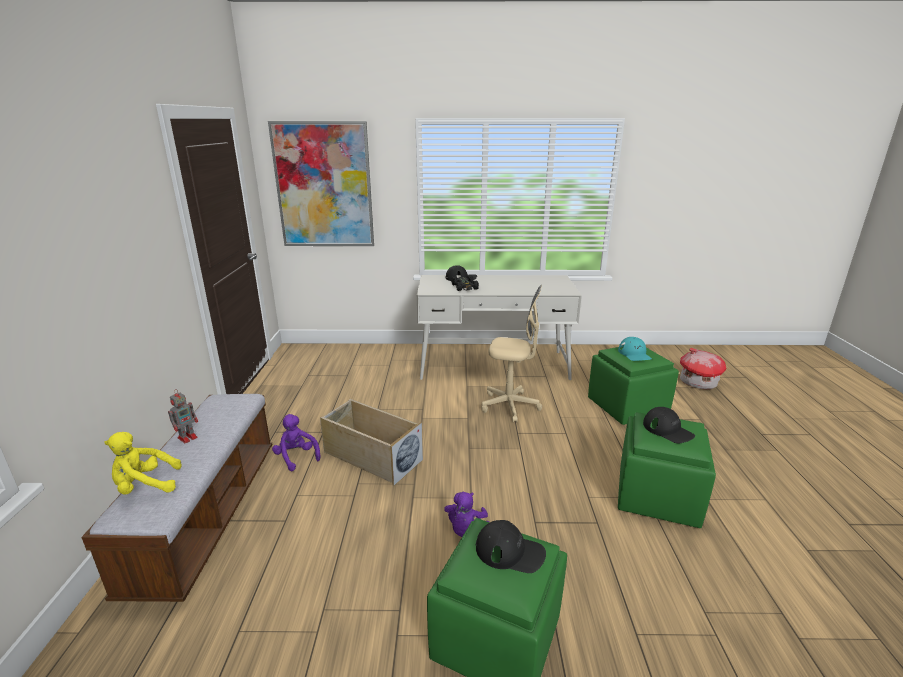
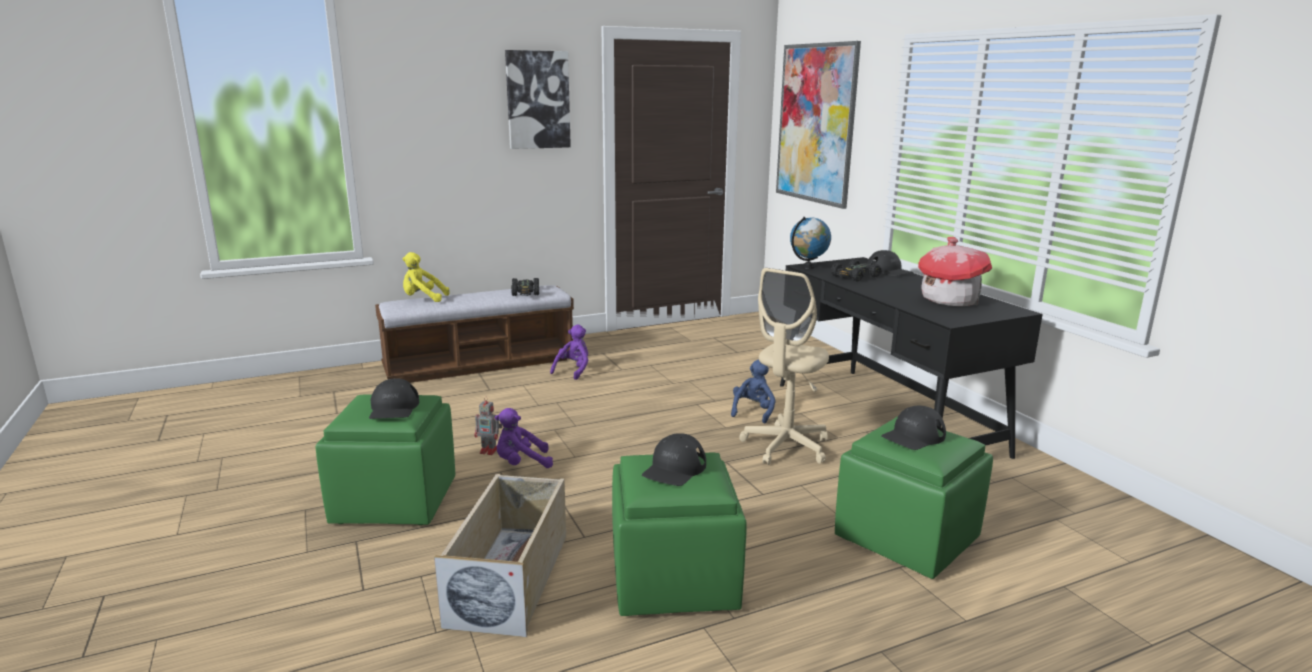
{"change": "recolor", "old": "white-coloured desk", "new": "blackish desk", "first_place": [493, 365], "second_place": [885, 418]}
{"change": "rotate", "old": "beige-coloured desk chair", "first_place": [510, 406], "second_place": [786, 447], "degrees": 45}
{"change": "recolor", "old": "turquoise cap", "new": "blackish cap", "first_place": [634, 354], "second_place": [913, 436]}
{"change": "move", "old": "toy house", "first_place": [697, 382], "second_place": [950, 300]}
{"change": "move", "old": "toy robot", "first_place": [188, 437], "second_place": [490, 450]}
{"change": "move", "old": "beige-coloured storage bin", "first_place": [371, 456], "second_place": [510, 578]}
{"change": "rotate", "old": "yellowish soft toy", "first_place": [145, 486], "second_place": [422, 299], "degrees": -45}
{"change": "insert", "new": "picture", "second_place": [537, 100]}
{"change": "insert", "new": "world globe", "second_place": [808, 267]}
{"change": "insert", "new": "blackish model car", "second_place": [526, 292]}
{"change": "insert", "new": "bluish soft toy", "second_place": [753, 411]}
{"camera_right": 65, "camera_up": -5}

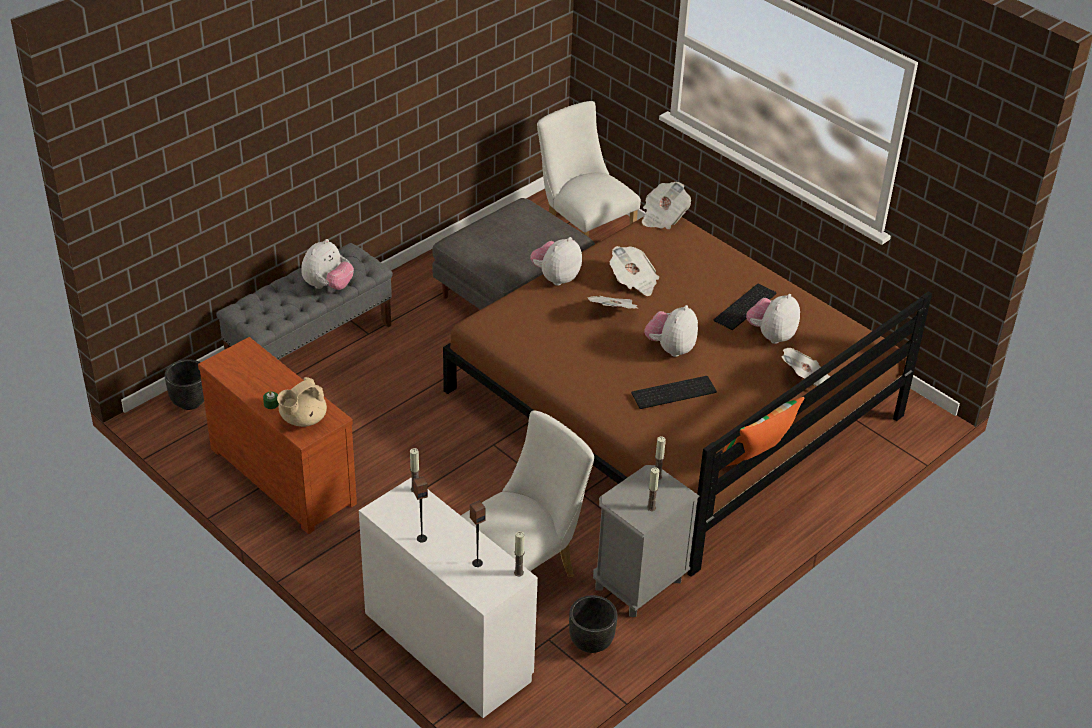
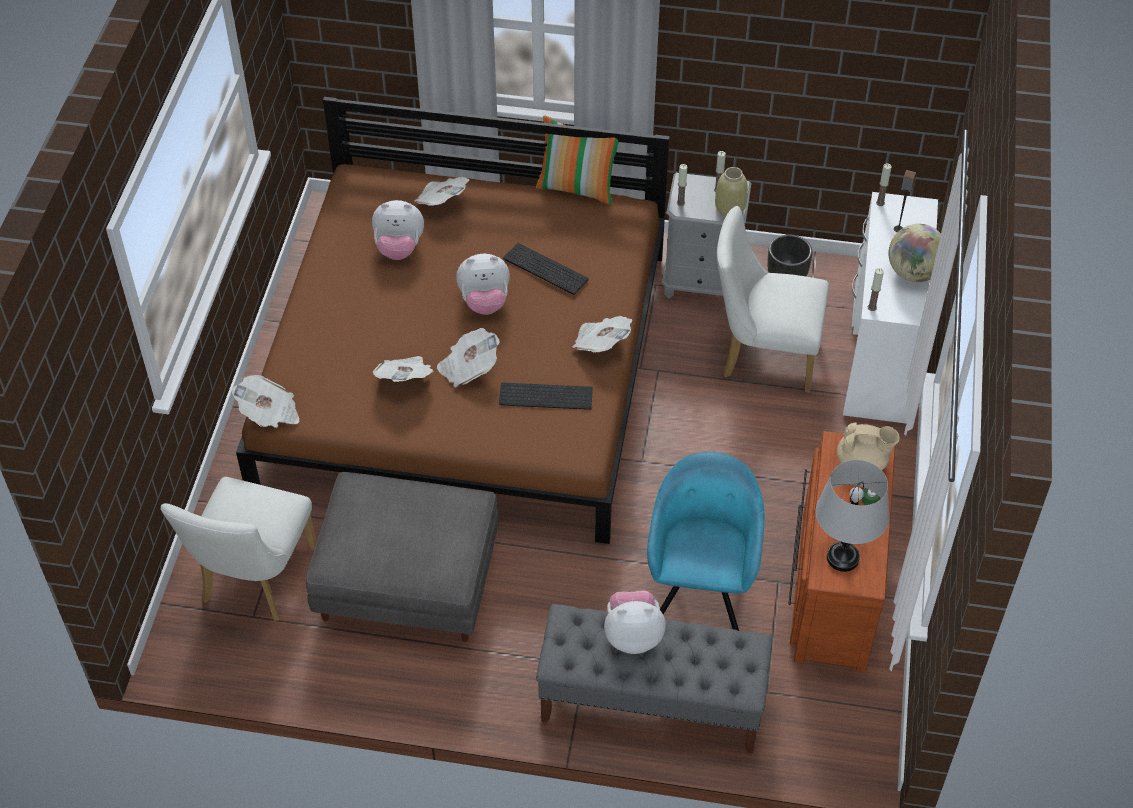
{"change": "delete", "old": "soft toy", "first_place": [556, 277]}
{"change": "move", "old": "keyboard", "first_place": [746, 308], "second_place": [547, 395]}
{"change": "delete", "old": "blackish flower pot", "first_place": [189, 402]}
{"change": "replace", "old": "loudspeaker", "new": "world globe", "first_place": [421, 538], "second_place": [913, 273]}
{"change": "insert", "new": "beige-coloured vase", "second_place": [729, 209]}
{"change": "insert", "new": "daily paper", "second_place": [601, 344]}
{"change": "insert", "new": "turquoise armchair", "second_place": [700, 589]}
{"change": "insert", "new": "gray table lamp", "second_place": [842, 558]}
{"camera_right": -125, "camera_up": 10}

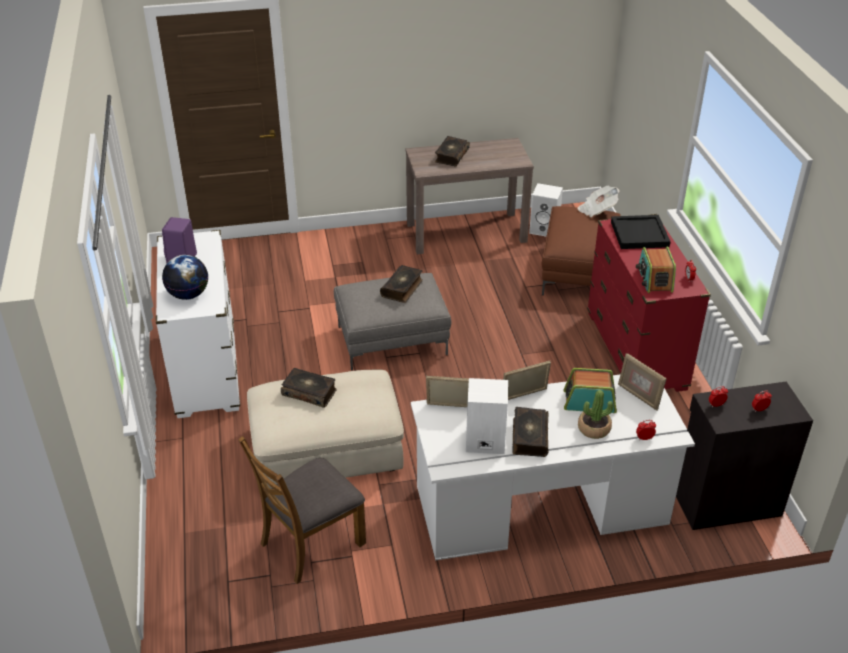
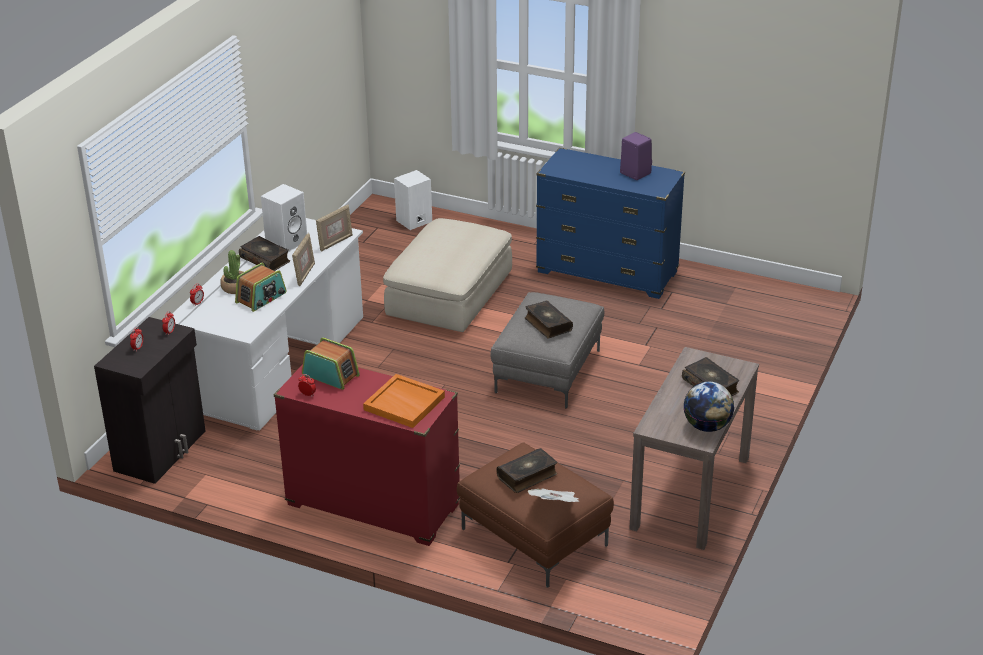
{"change": "move", "old": "white-coloured loudspeaker", "first_place": [545, 229], "second_place": [414, 221]}
{"change": "recolor", "old": "blackish carrying tray", "new": "orangey carrying tray", "first_place": [639, 234], "second_place": [405, 403]}
{"change": "recolor", "old": "white-coloured chest of drawers", "new": "bluish chest of drawers", "first_place": [206, 369], "second_place": [607, 272]}
{"change": "move", "old": "world globe", "first_place": [188, 295], "second_place": [707, 426]}
{"change": "delete", "old": "picture frame", "first_place": [639, 396]}
{"change": "move", "old": "volume", "first_place": [309, 392], "second_place": [527, 476]}
{"change": "delete", "old": "brown-coloured plain chair", "first_place": [311, 543]}
{"camera_right": 125, "camera_up": -5}

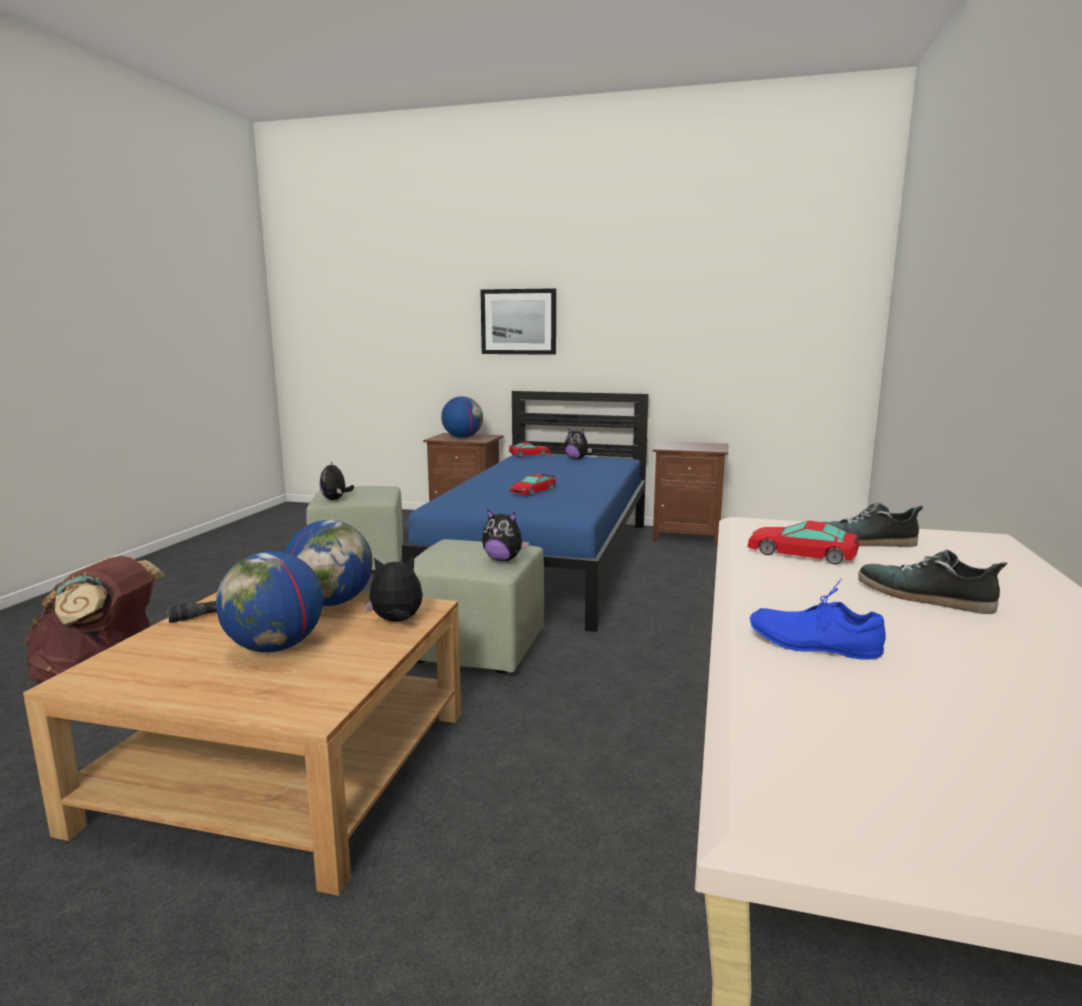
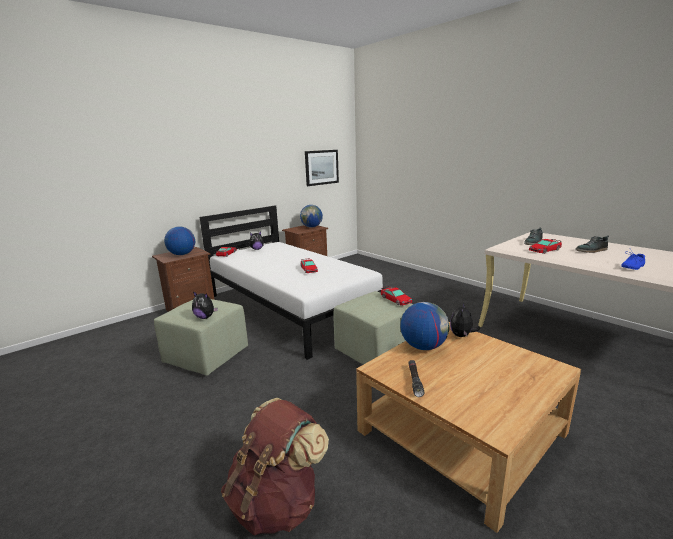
{"change": "move", "old": "picture", "first_place": [518, 322], "second_place": [321, 167]}
{"change": "recolor", "old": "bluish bed", "new": "white-coloured bed", "first_place": [546, 561], "second_place": [291, 308]}
{"change": "replace", "old": "soft toy", "new": "model car", "first_place": [503, 559], "second_place": [395, 300]}
{"change": "move", "old": "world globe", "first_place": [275, 647], "second_place": [312, 227]}
{"camera_right": -55, "camera_up": 5}

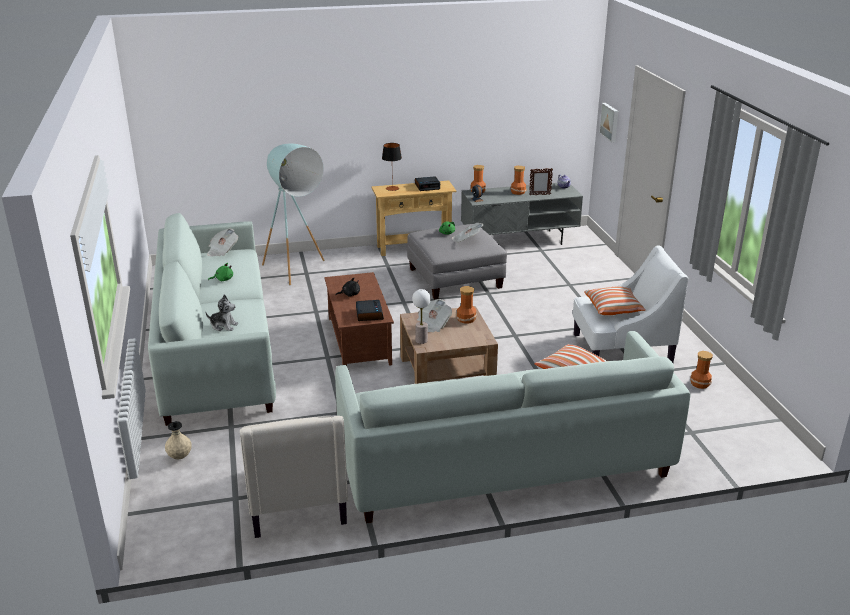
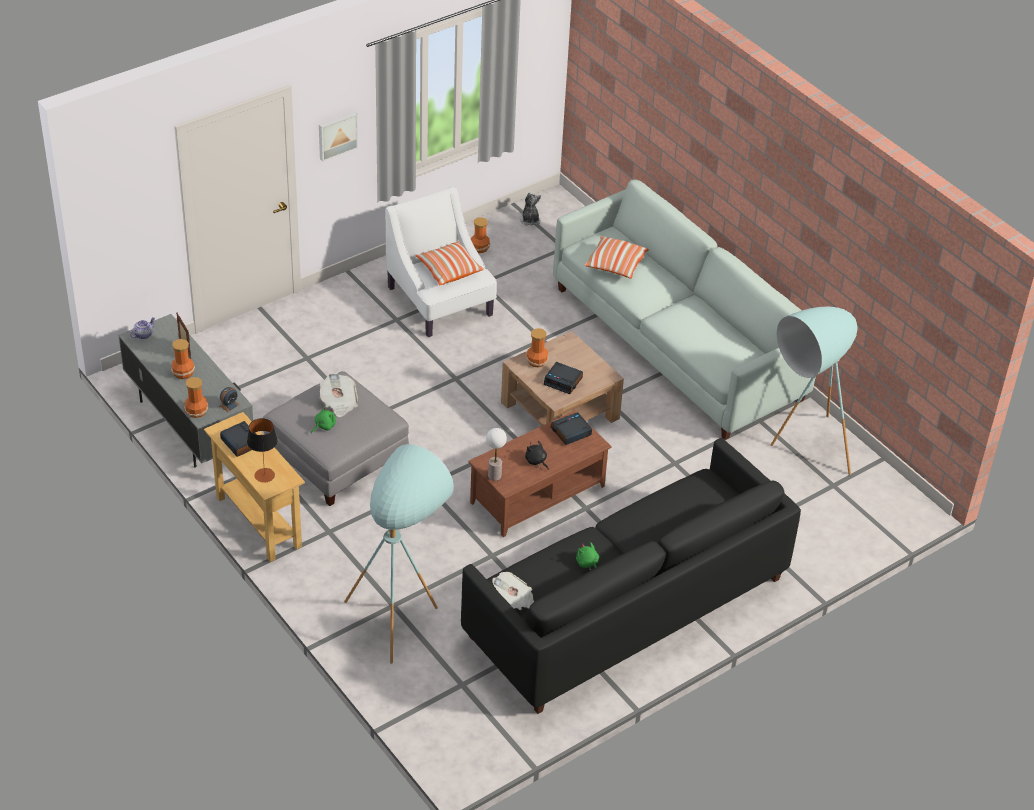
{"change": "move", "old": "picture", "first_place": [610, 122], "second_place": [337, 135]}
{"change": "recolor", "old": "white-coloured settee", "new": "blackish settee", "first_place": [216, 349], "second_place": [627, 607]}
{"change": "move", "old": "table lamp", "first_place": [421, 340], "second_place": [494, 476]}
{"change": "move", "old": "soft toy", "first_place": [223, 326], "second_place": [530, 220]}
{"change": "replace", "old": "daily paper", "new": "alarm clock", "first_place": [432, 325], "second_place": [563, 381]}
{"change": "replace", "old": "beige-coloured armchair", "new": "turquoise standard lamp", "first_place": [296, 495], "second_place": [803, 451]}
{"change": "delete", "old": "beige-coloured vase", "first_place": [180, 457]}
{"camera_right": -115, "camera_up": 15}

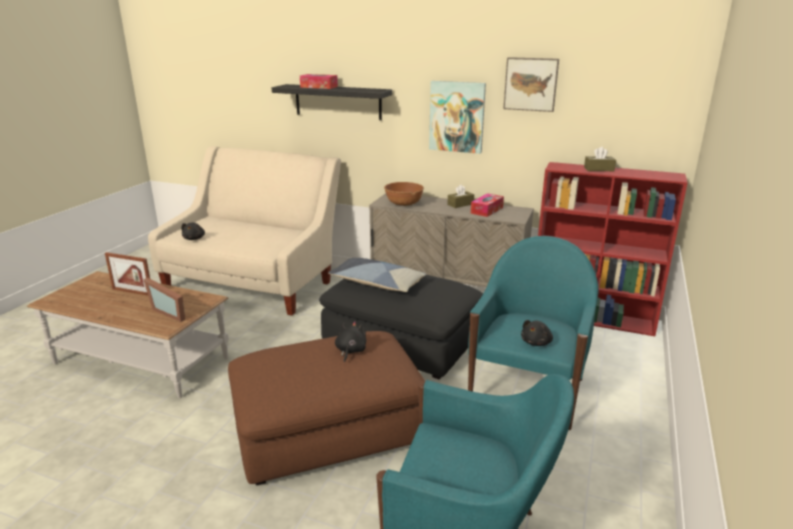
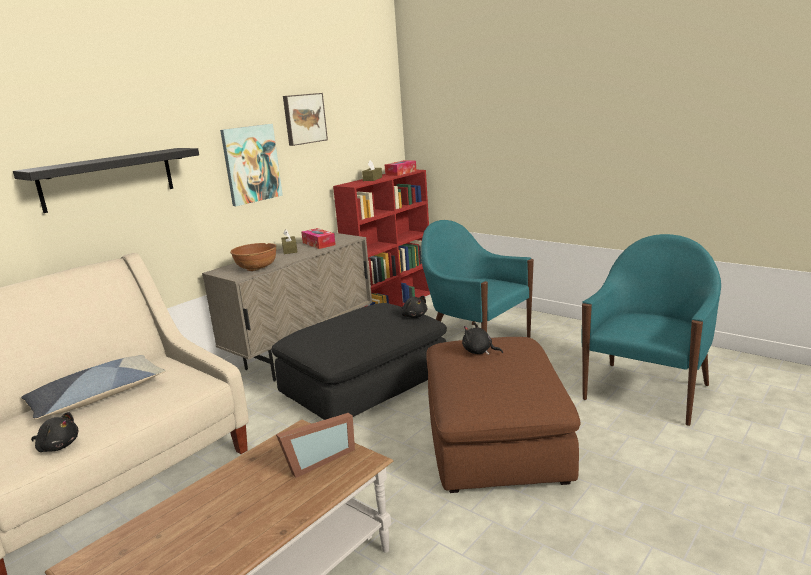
{"change": "move", "old": "tissue holder", "first_place": [319, 87], "second_place": [401, 173]}
{"change": "delete", "old": "picture frame", "first_place": [132, 292]}
{"change": "move", "old": "throw pillow", "first_place": [377, 283], "second_place": [97, 396]}
{"change": "move", "old": "blackish soft toy", "first_place": [536, 342], "second_place": [414, 316]}
{"camera_right": -70, "camera_up": -5}

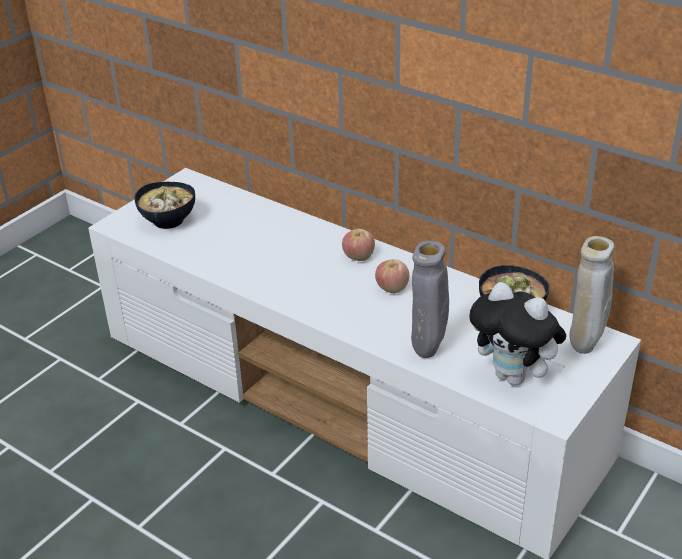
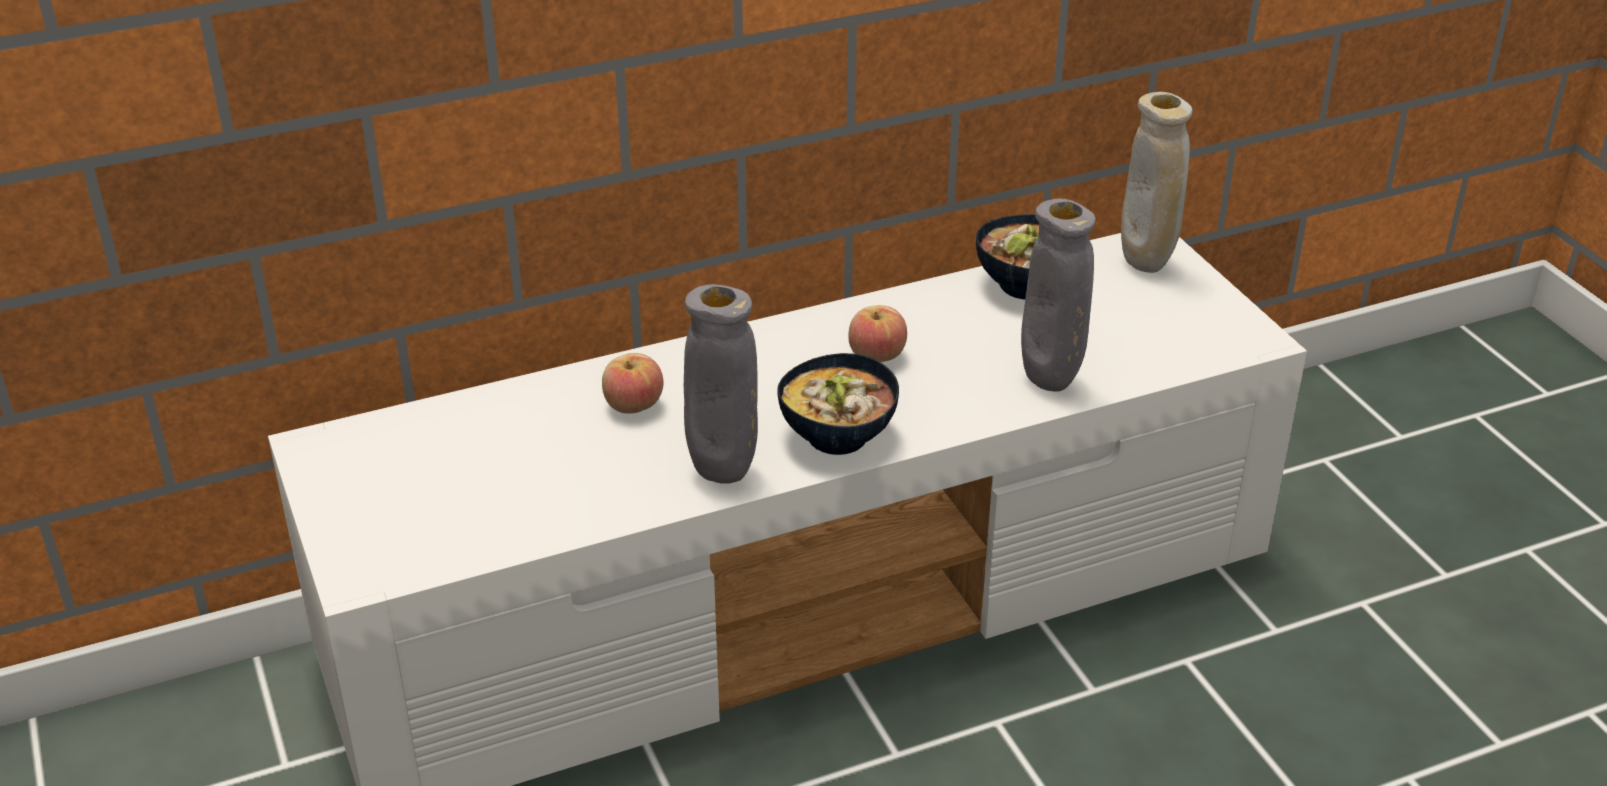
{"change": "move", "old": "serving bowl", "first_place": [168, 221], "second_place": [839, 437]}
{"change": "move", "old": "apple fruit", "first_place": [358, 257], "second_place": [633, 405]}
{"change": "delete", "old": "soft toy", "first_place": [515, 377]}
{"change": "insert", "new": "gray vase", "second_place": [723, 472]}
{"camera_right": -60, "camera_up": 0}

